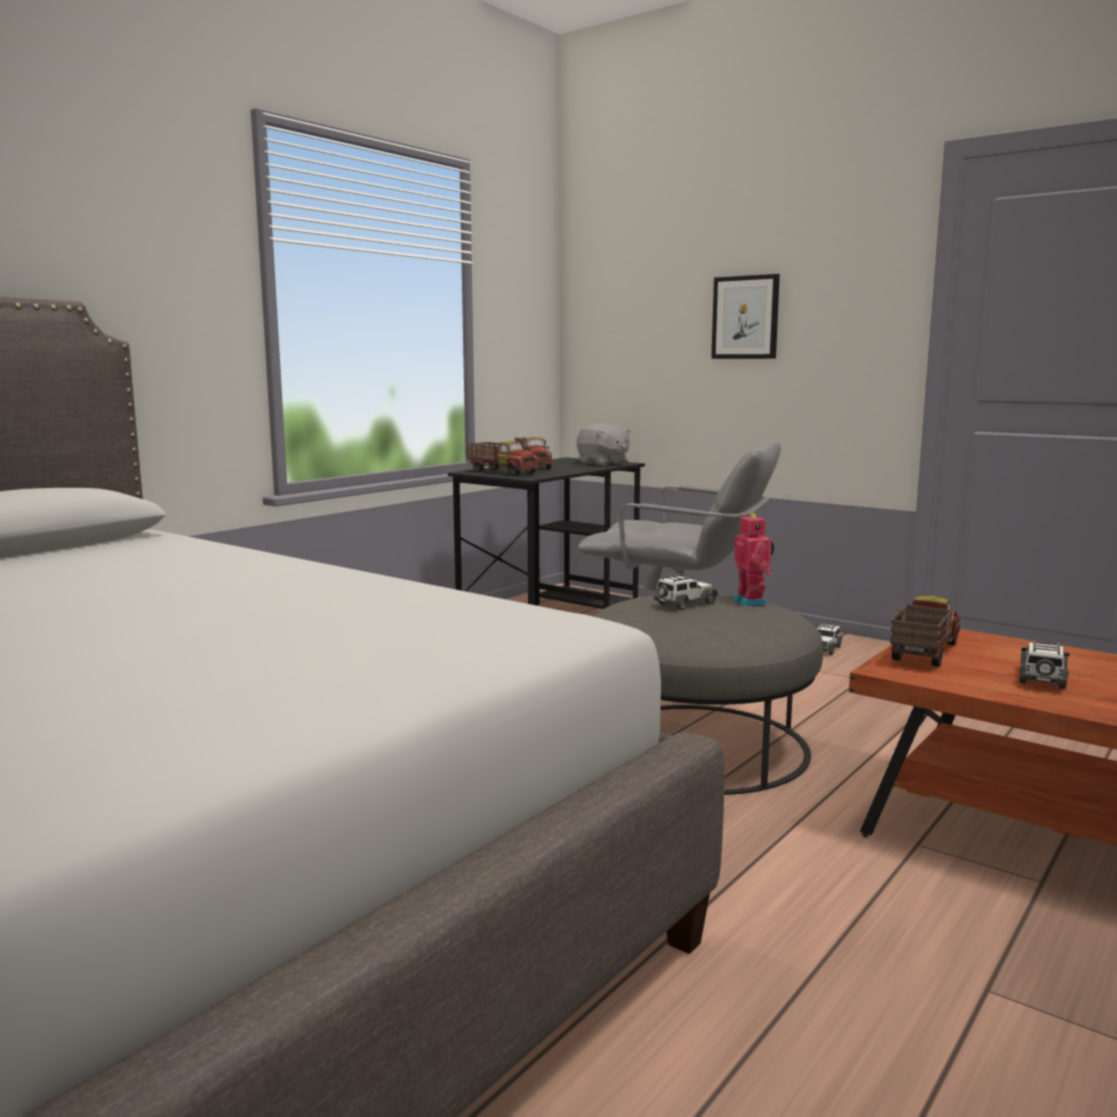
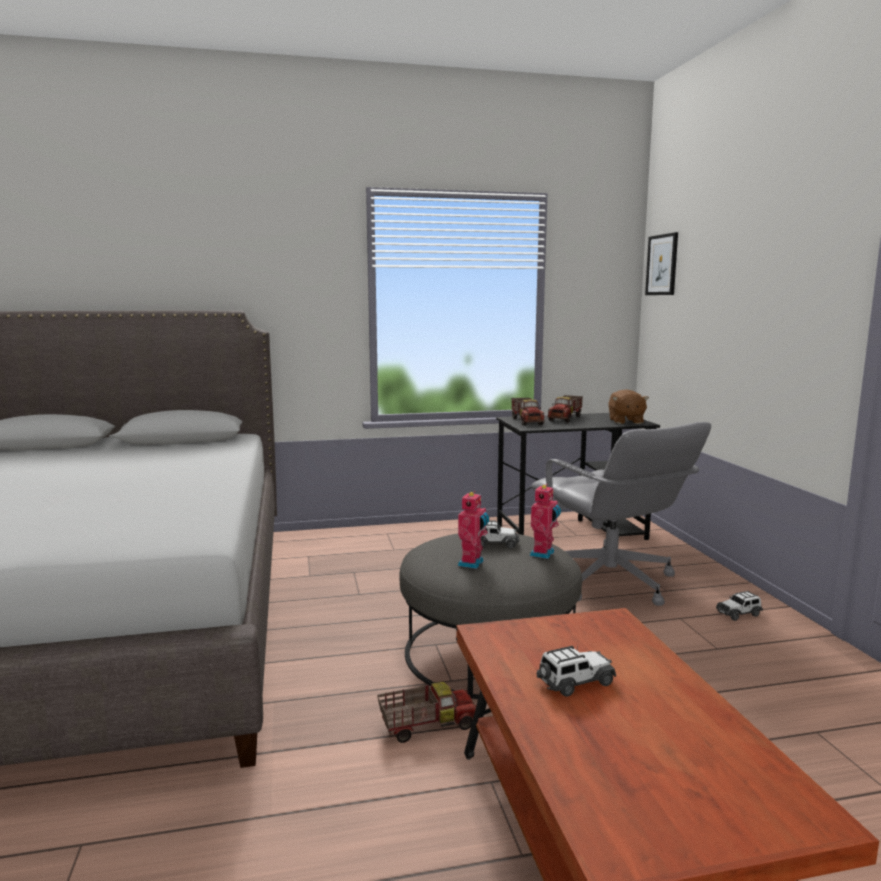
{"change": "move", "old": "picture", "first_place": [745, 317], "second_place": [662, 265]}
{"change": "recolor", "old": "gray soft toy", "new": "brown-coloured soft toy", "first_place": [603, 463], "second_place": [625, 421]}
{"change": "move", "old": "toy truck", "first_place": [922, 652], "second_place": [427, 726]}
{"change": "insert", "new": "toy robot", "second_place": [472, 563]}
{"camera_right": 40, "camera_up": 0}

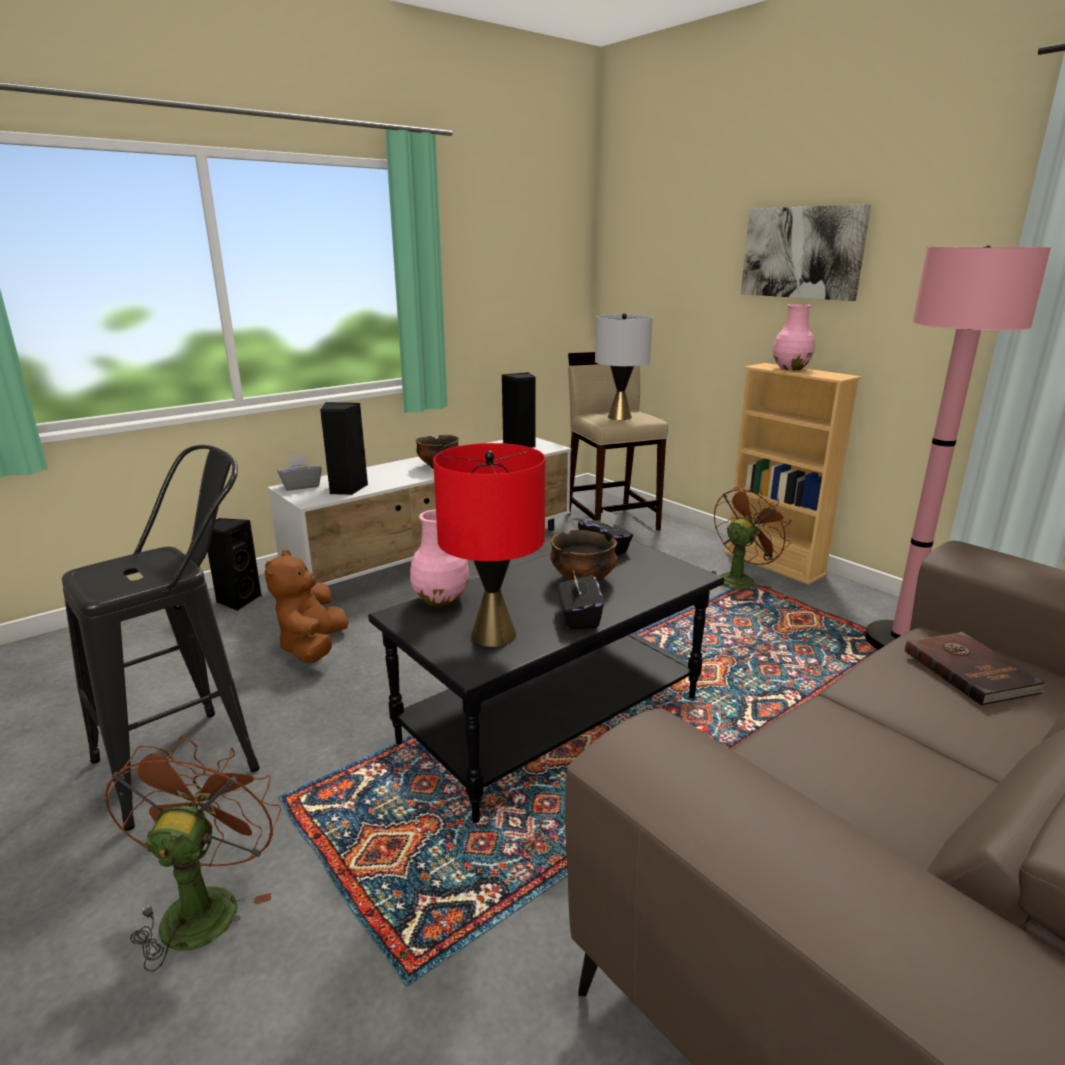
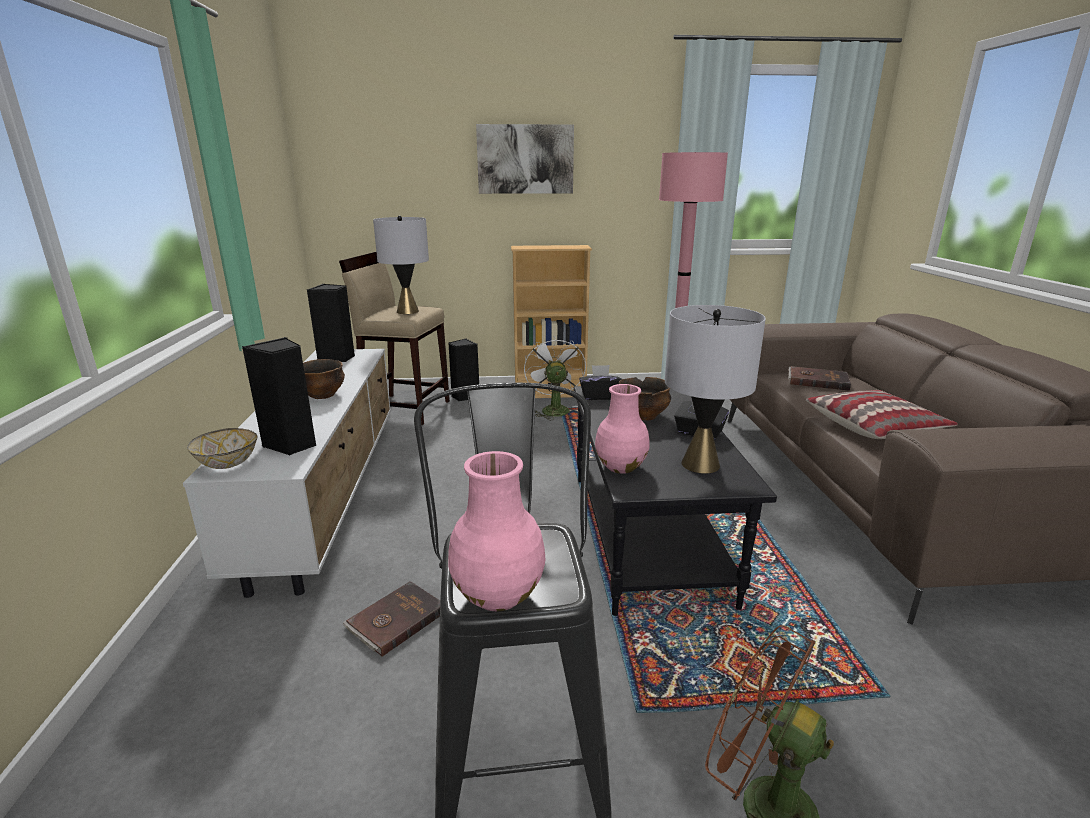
{"change": "move", "old": "pink vase", "first_place": [790, 368], "second_place": [498, 596]}
{"change": "recolor", "old": "red-coloured table lamp", "new": "gray table lamp", "first_place": [493, 634], "second_place": [700, 464]}
{"change": "replace", "old": "gray tissue holder", "new": "serving bowl", "first_place": [301, 486], "second_place": [228, 464]}
{"change": "recolor", "old": "brown-coloured cooling fan", "new": "white-coloured cooling fan", "first_place": [739, 579], "second_place": [553, 409]}
{"change": "move", "old": "blackish loudspeaker", "first_place": [238, 600], "second_place": [464, 396]}
{"change": "replace", "old": "brown-coloured soft toy", "new": "brown-coloured volume", "first_place": [313, 647], "second_place": [395, 620]}
{"change": "insert", "new": "throw pillow", "second_place": [874, 426]}
{"camera_right": -55, "camera_up": 0}

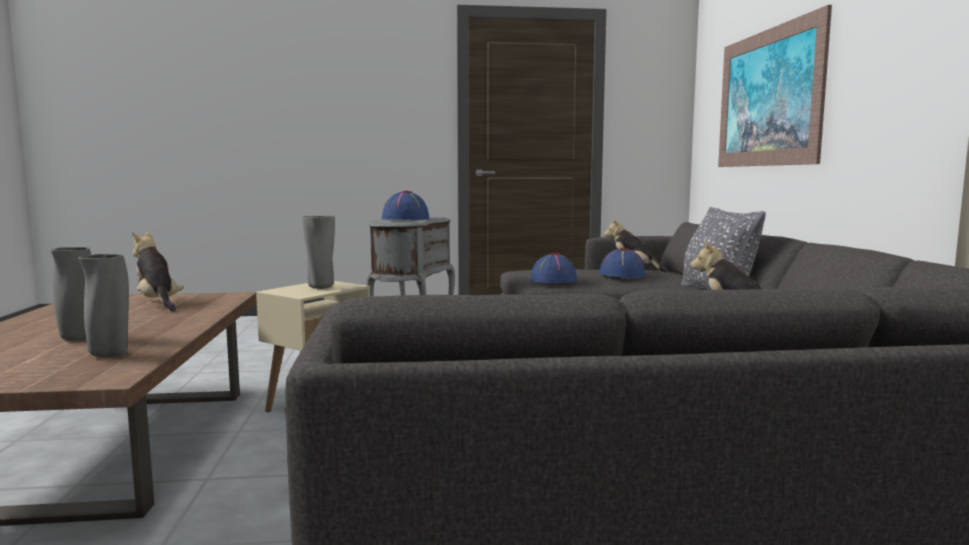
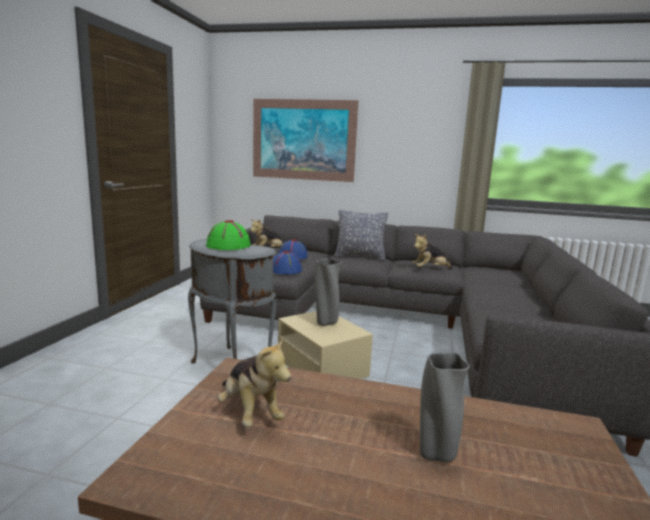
{"change": "recolor", "old": "bluish clothing hat", "new": "green clothing hat", "first_place": [405, 219], "second_place": [228, 246]}
{"change": "rotate", "old": "soft toy", "first_place": [158, 303], "second_place": [250, 412], "degrees": -105}
{"change": "delete", "old": "gray vase", "first_place": [110, 354]}
{"camera_right": -70, "camera_up": 5}

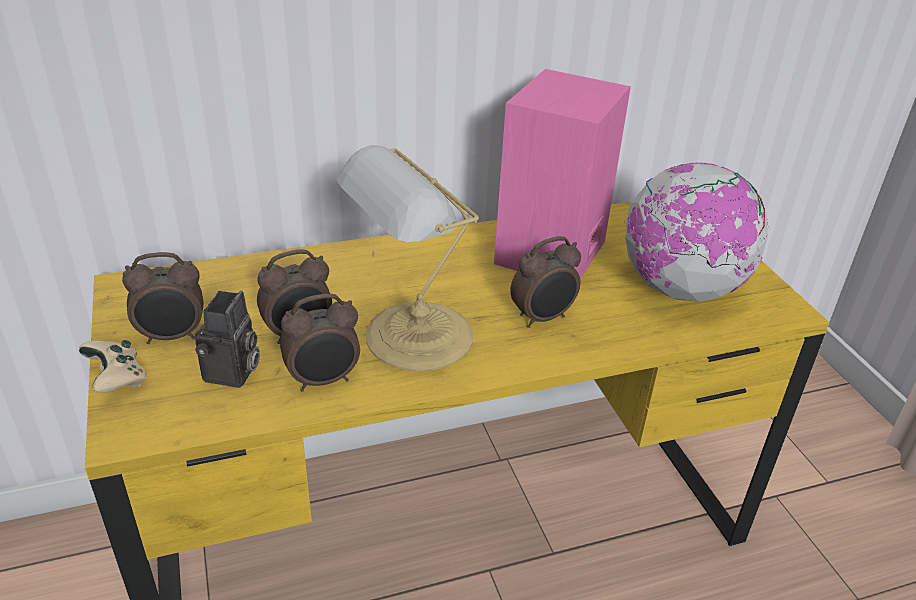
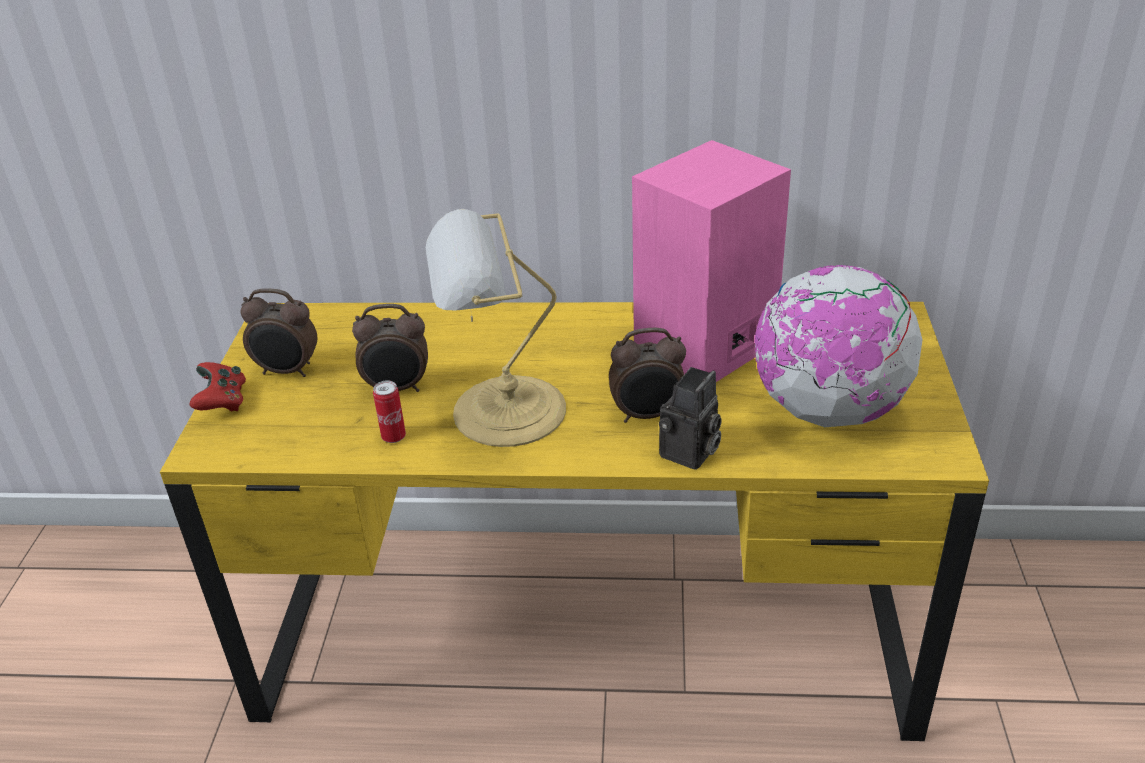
{"change": "move", "old": "still camera", "first_place": [232, 374], "second_place": [689, 454]}
{"change": "replace", "old": "alarm clock", "new": "sealed can", "first_place": [324, 381], "second_place": [393, 437]}
{"change": "recolor", "old": "beige-coloured gamepad", "new": "red-coloured gamepad", "first_place": [117, 380], "second_place": [222, 402]}
{"camera_right": 25, "camera_up": 0}

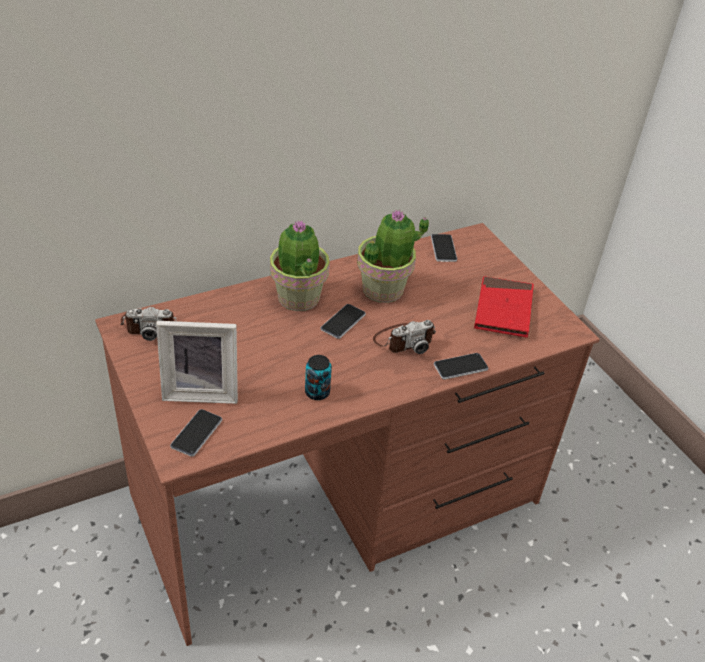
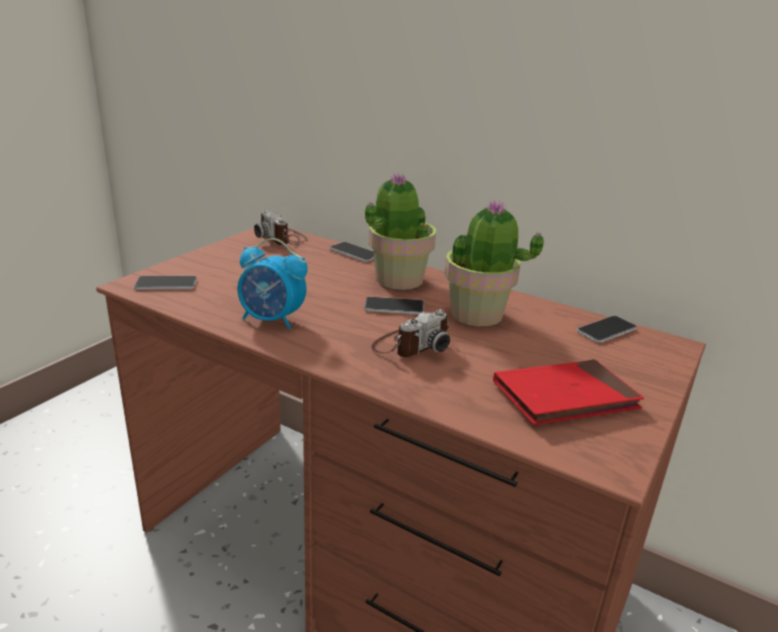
{"change": "rotate", "old": "still camera", "first_place": [404, 340], "second_place": [410, 345], "degrees": -75}
{"change": "delete", "old": "picture frame", "first_place": [201, 390]}
{"change": "move", "old": "handset", "first_place": [460, 367], "second_place": [354, 253]}
{"change": "replace", "old": "sealed can", "new": "alarm clock", "first_place": [317, 392], "second_place": [272, 320]}
{"camera_right": 60, "camera_up": -15}

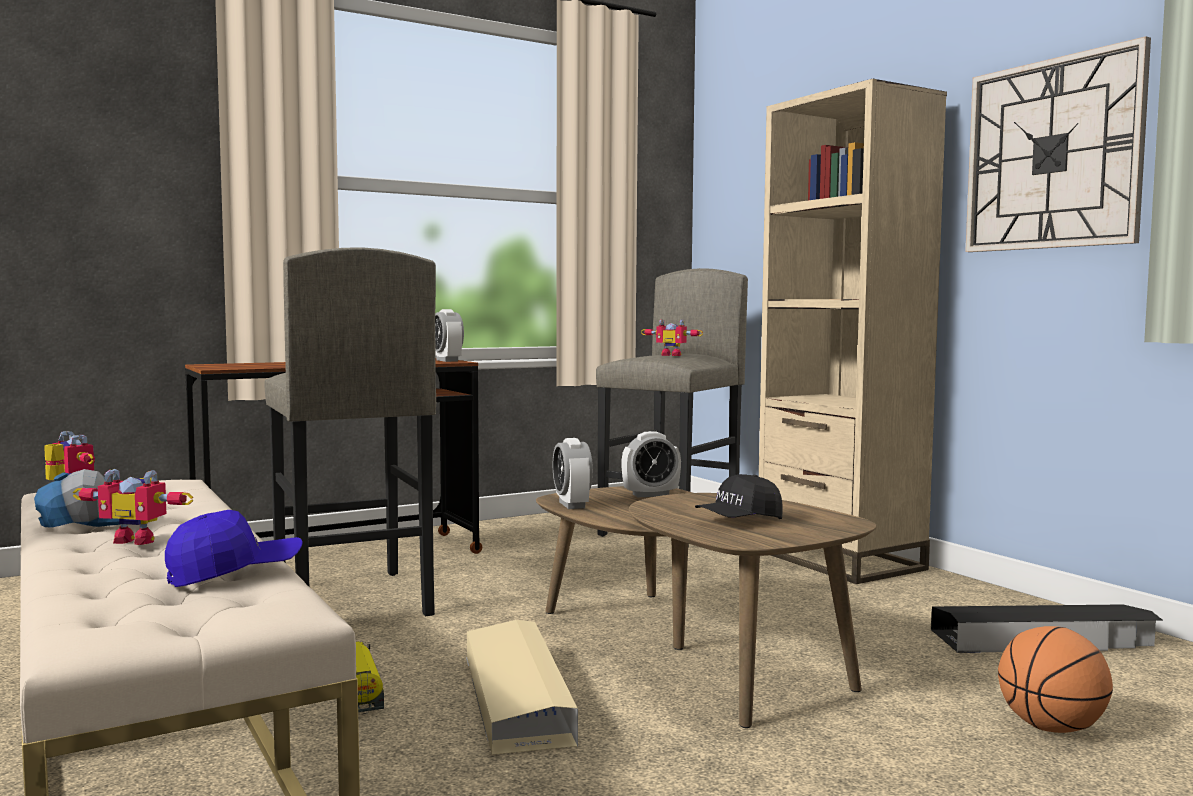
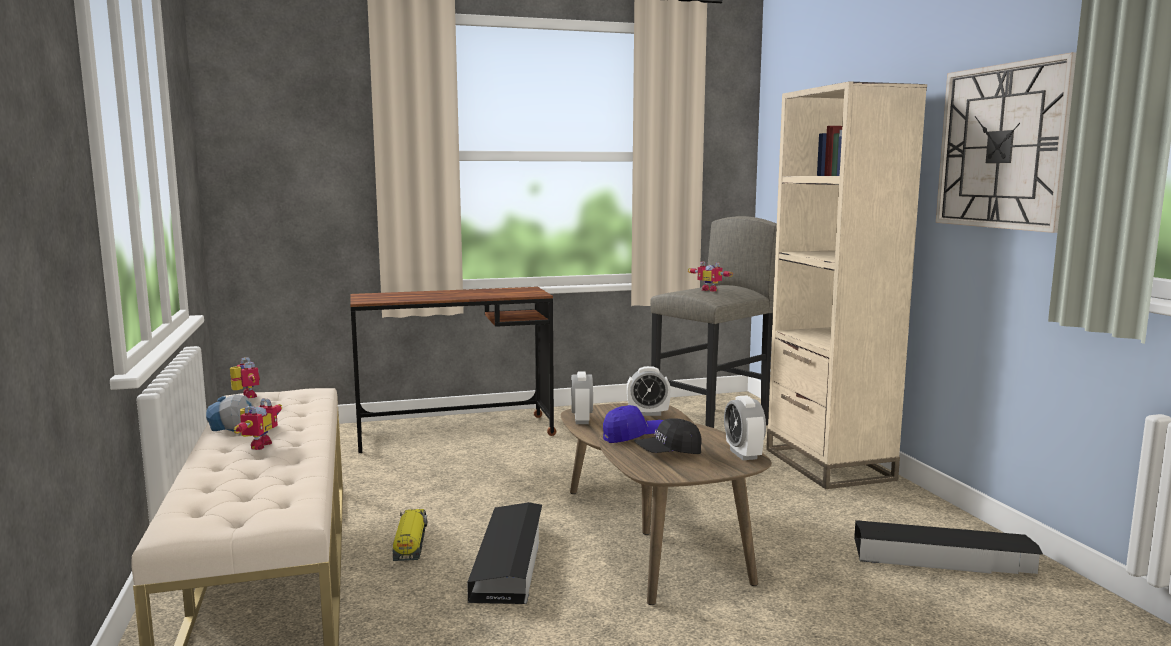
{"change": "delete", "old": "gray stool", "first_place": [350, 601]}
{"change": "move", "old": "alarm clock", "first_place": [447, 360], "second_place": [743, 454]}
{"change": "rotate", "old": "toy robot", "first_place": [139, 539], "second_place": [256, 445], "degrees": -105}
{"change": "move", "old": "bluish cap", "first_place": [234, 574], "second_place": [633, 437]}
{"change": "recolor", "old": "beige-coloured storage bin", "new": "blackish storage bin", "first_place": [516, 697], "second_place": [509, 561]}
{"change": "delete", "old": "ball for basketball", "first_place": [1051, 728]}
{"camera_right": 15, "camera_up": 5}

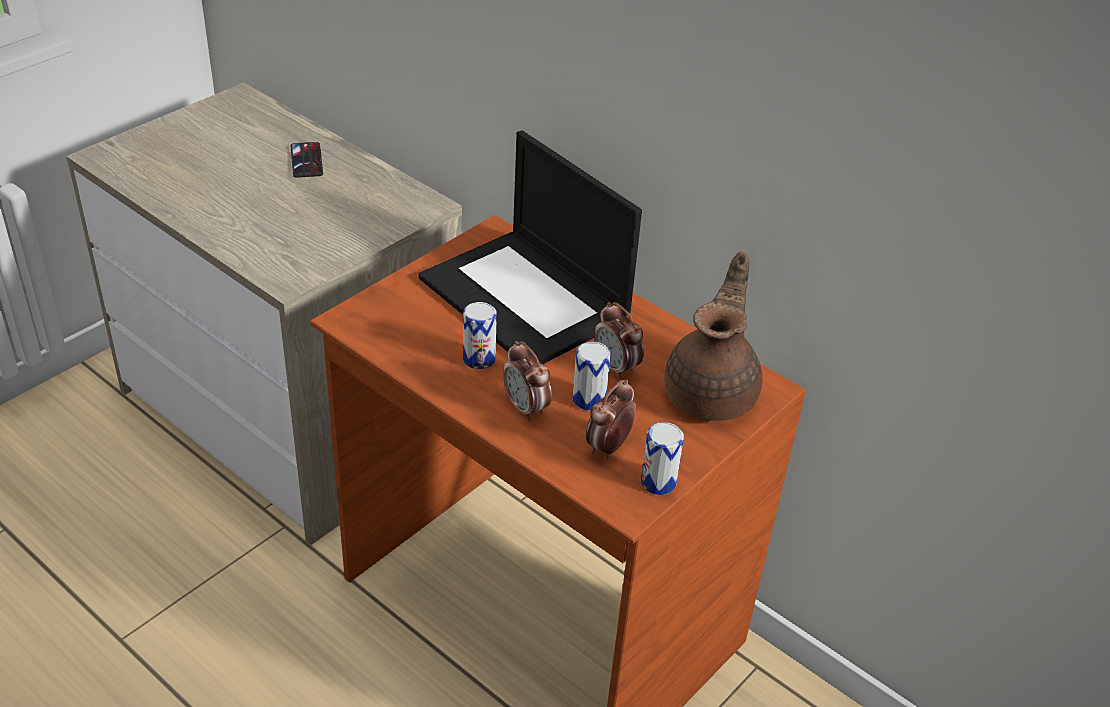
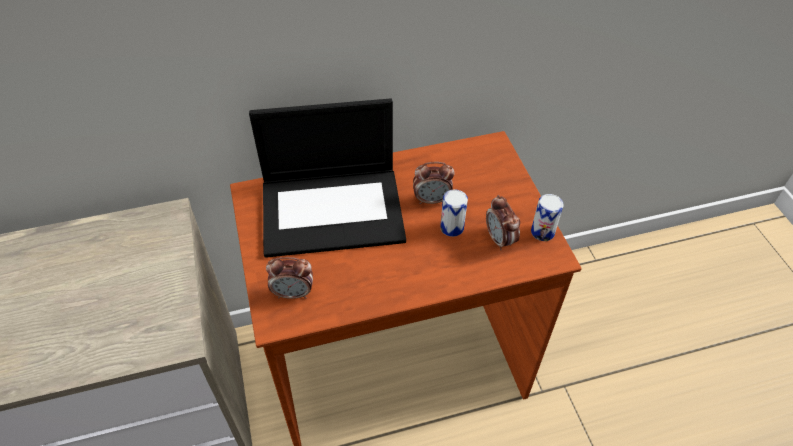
{"change": "delete", "old": "handset", "first_place": [306, 160]}
{"change": "delete", "old": "brown-coloured tea pot", "first_place": [712, 393]}
{"change": "delete", "old": "sealed can", "first_place": [479, 359]}
{"change": "move", "old": "alarm clock", "first_place": [526, 408], "second_place": [293, 293]}
{"camera_right": -55, "camera_up": 10}

